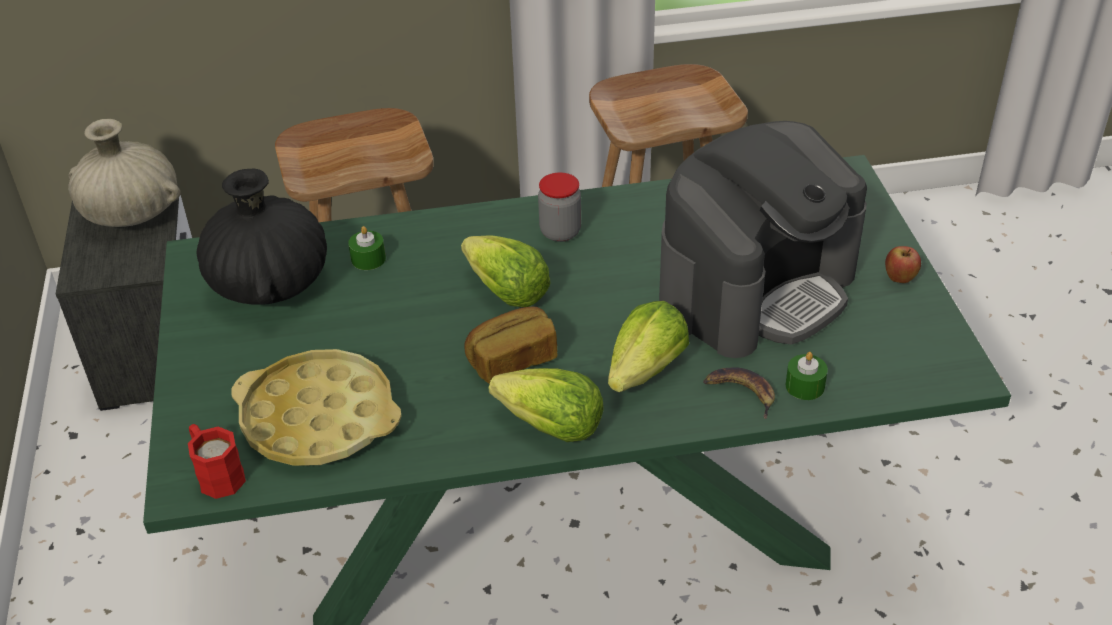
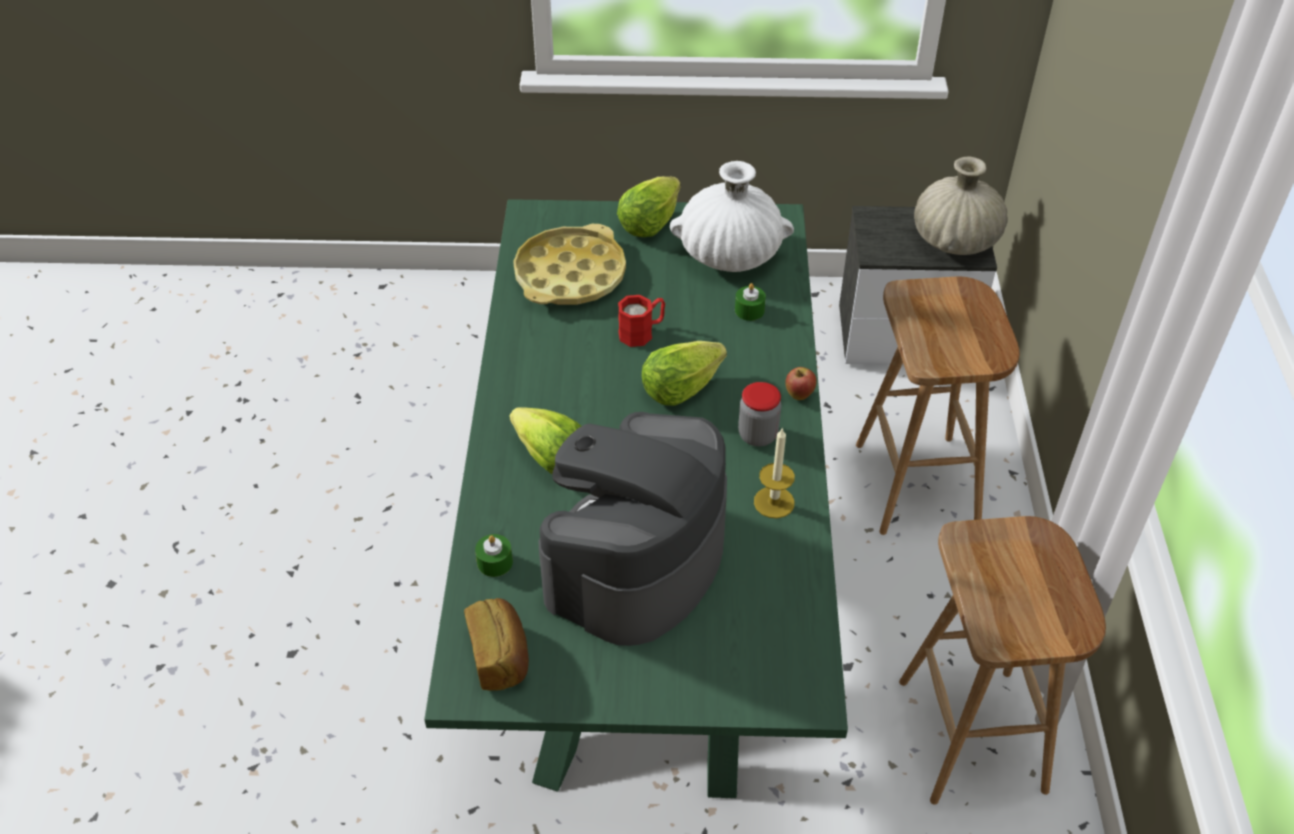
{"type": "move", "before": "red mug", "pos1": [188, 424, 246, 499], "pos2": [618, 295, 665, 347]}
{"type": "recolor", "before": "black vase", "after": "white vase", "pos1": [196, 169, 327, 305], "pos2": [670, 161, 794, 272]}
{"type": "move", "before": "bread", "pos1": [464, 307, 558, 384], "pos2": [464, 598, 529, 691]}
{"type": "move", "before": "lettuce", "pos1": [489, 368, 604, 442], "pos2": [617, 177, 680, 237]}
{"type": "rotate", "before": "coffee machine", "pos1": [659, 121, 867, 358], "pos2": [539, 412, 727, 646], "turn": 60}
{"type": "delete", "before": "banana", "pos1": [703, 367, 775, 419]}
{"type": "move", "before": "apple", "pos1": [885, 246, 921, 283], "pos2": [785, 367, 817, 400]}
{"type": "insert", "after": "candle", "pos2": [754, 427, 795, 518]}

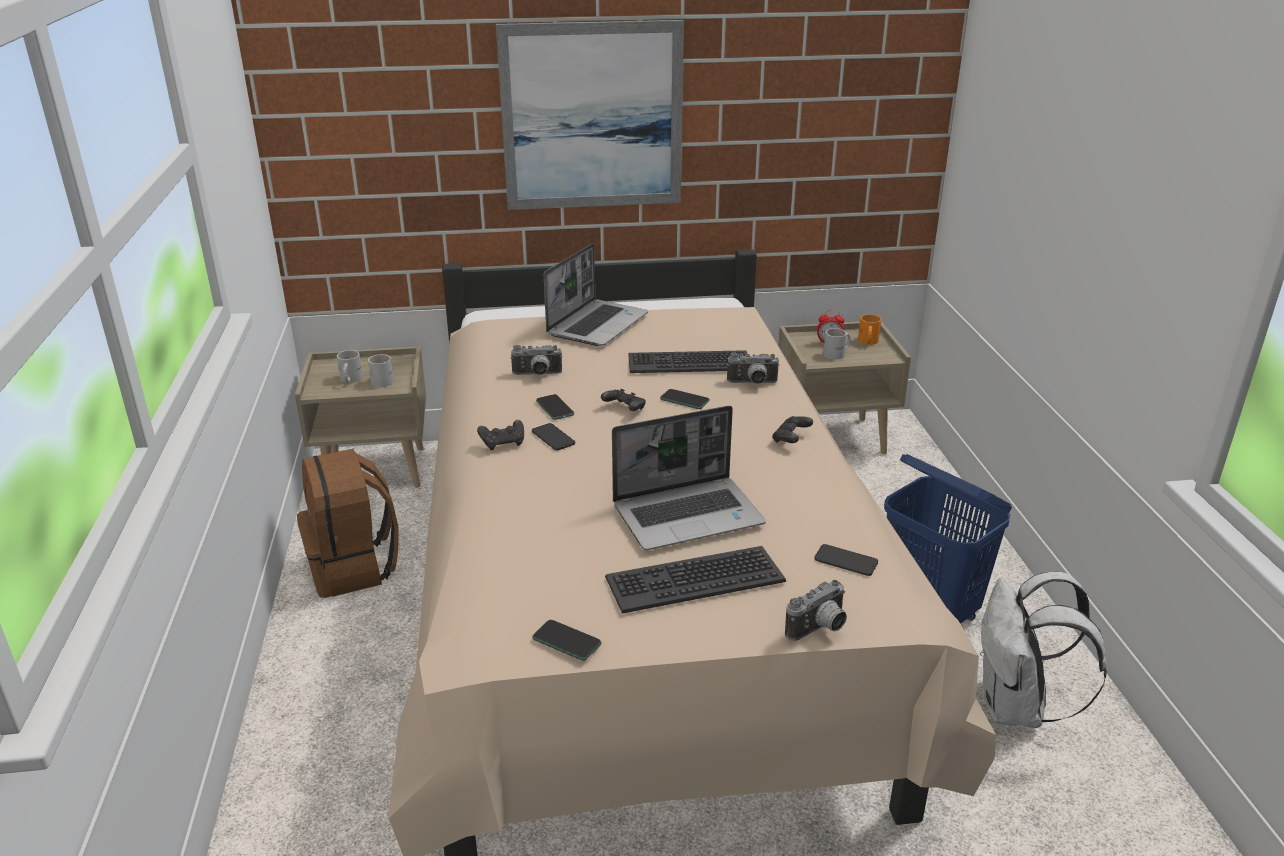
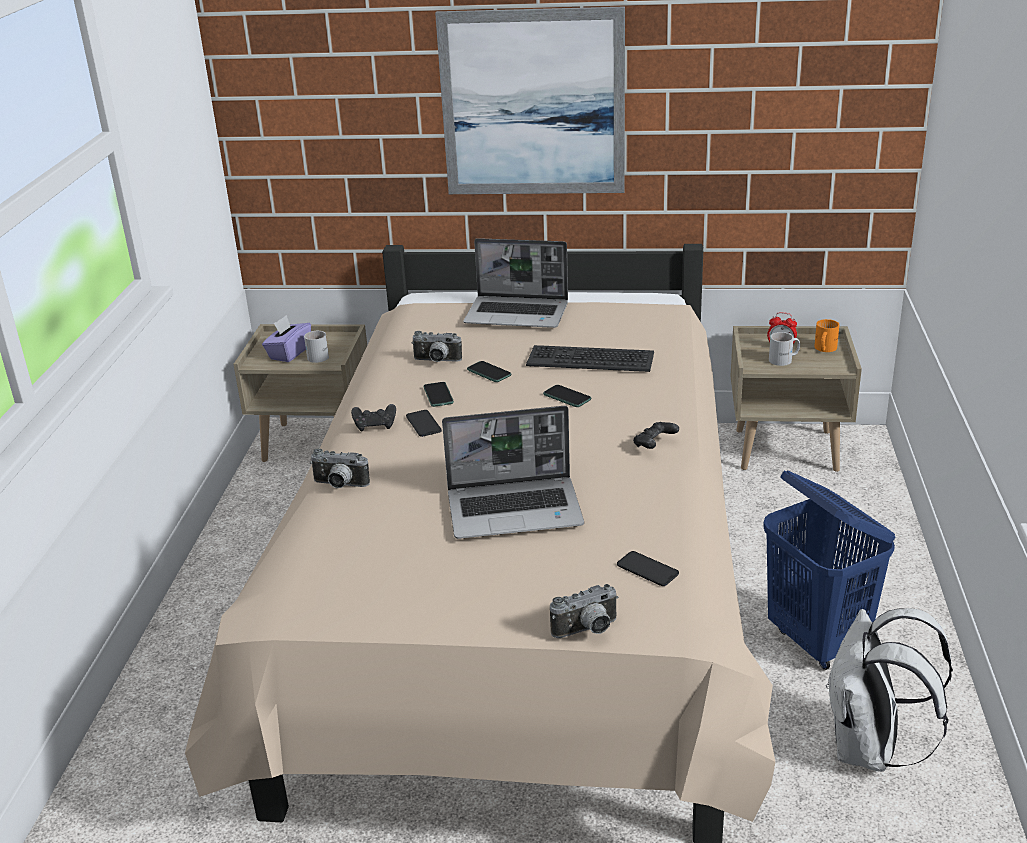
{"type": "delete", "before": "brown backpack", "pos1": [297, 449, 399, 598]}
{"type": "replace", "before": "white mug", "after": "purple tissue box", "pos1": [337, 350, 363, 383], "pos2": [262, 315, 311, 362]}
{"type": "move", "before": "phone", "pos1": [532, 620, 602, 661], "pos2": [467, 361, 512, 382]}
{"type": "rotate", "before": "laptop", "pos1": [544, 243, 648, 346], "pos2": [463, 238, 568, 328], "turn": 60}
{"type": "delete", "before": "black game controller", "pos1": [601, 389, 646, 411]}
{"type": "delete", "before": "keyboard", "pos1": [605, 546, 786, 614]}
{"type": "move", "before": "photo camera", "pos1": [727, 353, 780, 384], "pos2": [310, 448, 370, 488]}

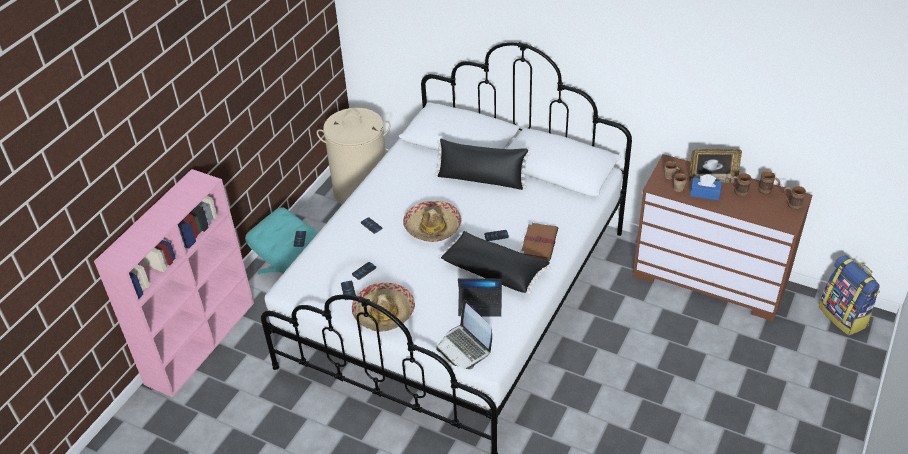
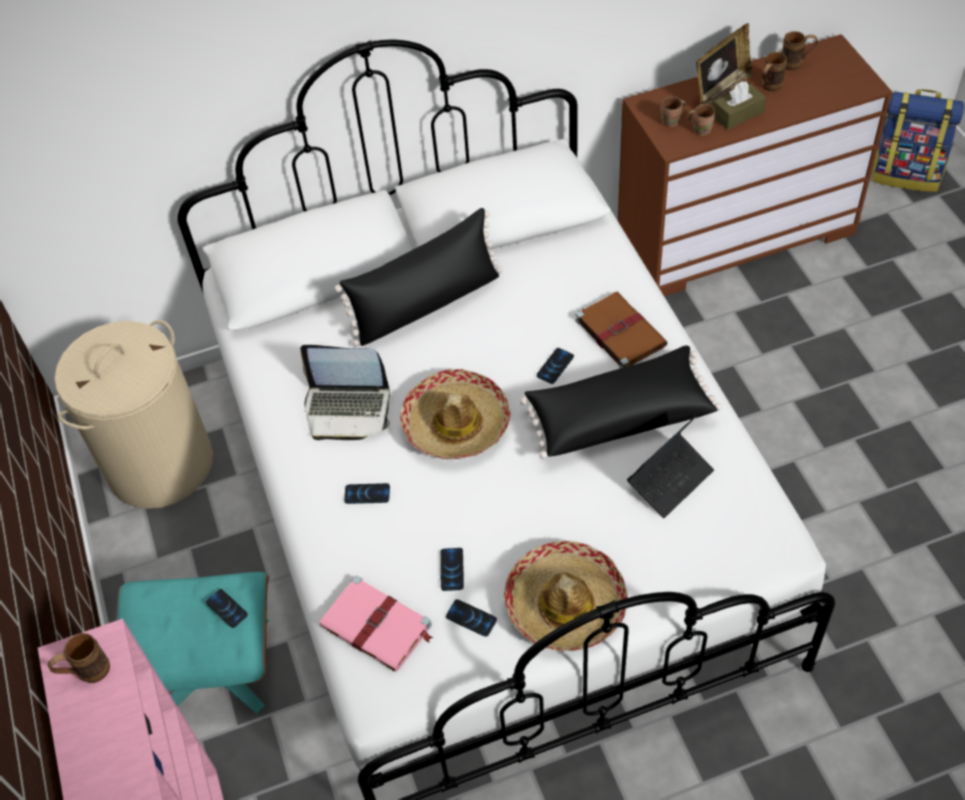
{"type": "move", "before": "laptop", "pos1": [436, 300, 492, 369], "pos2": [300, 345, 391, 440]}
{"type": "recolor", "before": "blue tissue box", "after": "brown tissue box", "pos1": [690, 174, 722, 201], "pos2": [713, 81, 766, 130]}
{"type": "move", "before": "brown mug", "pos1": [783, 186, 806, 210], "pos2": [48, 633, 110, 683]}
{"type": "insert", "after": "pink book", "pos2": [319, 576, 433, 672]}

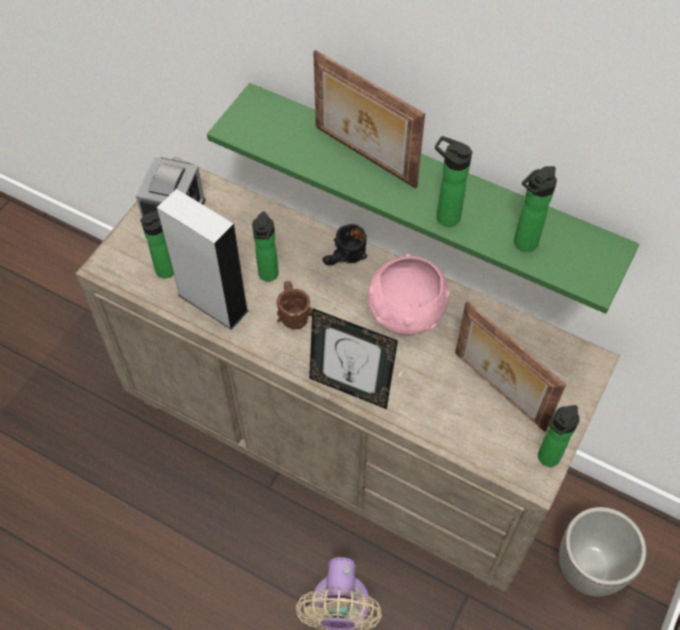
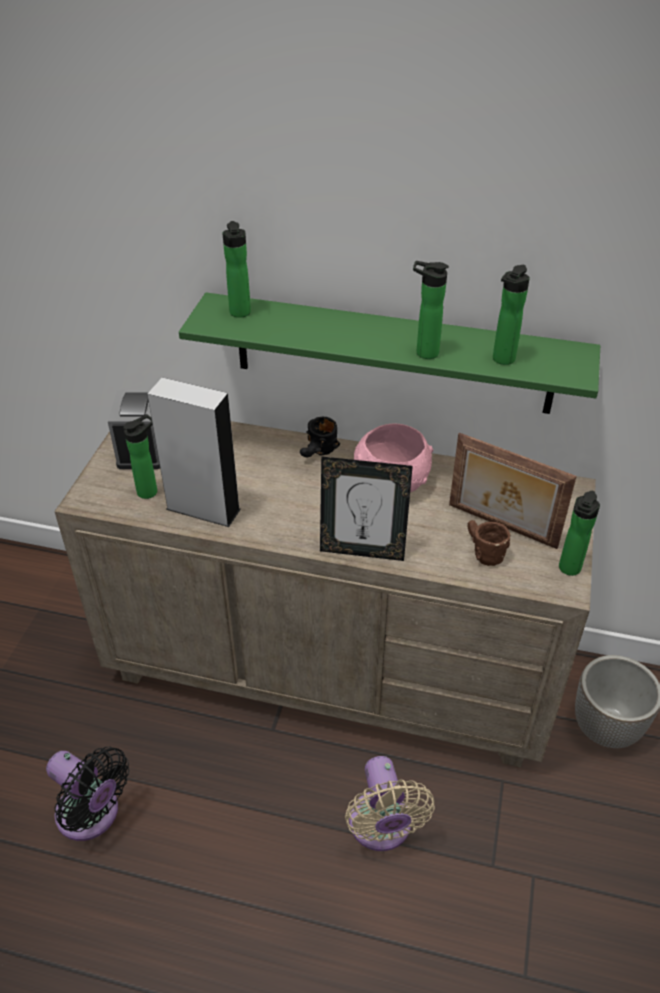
{"type": "move", "before": "bottle", "pos1": [252, 211, 279, 282], "pos2": [222, 221, 251, 318]}
{"type": "move", "before": "brown mug", "pos1": [277, 281, 312, 330], "pos2": [468, 520, 511, 566]}
{"type": "delete", "before": "picture frame", "pos1": [313, 50, 425, 188]}
{"type": "insert", "after": "black fan", "pos2": [46, 746, 129, 841]}

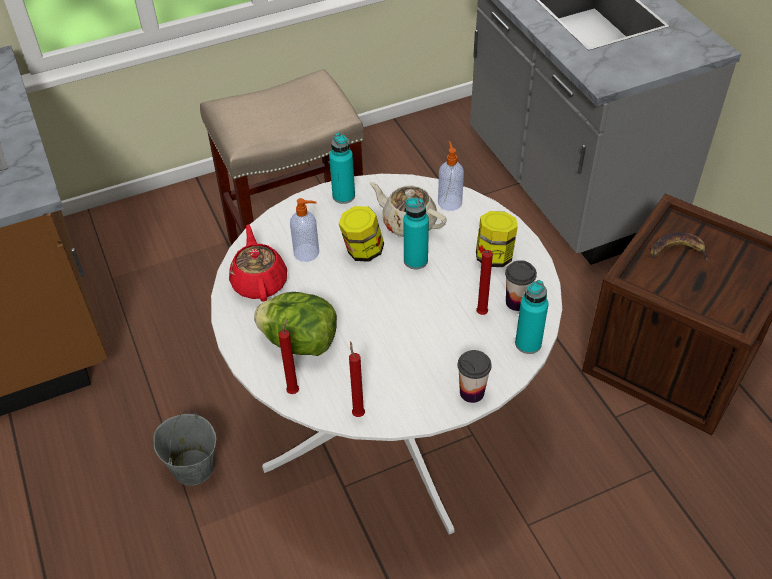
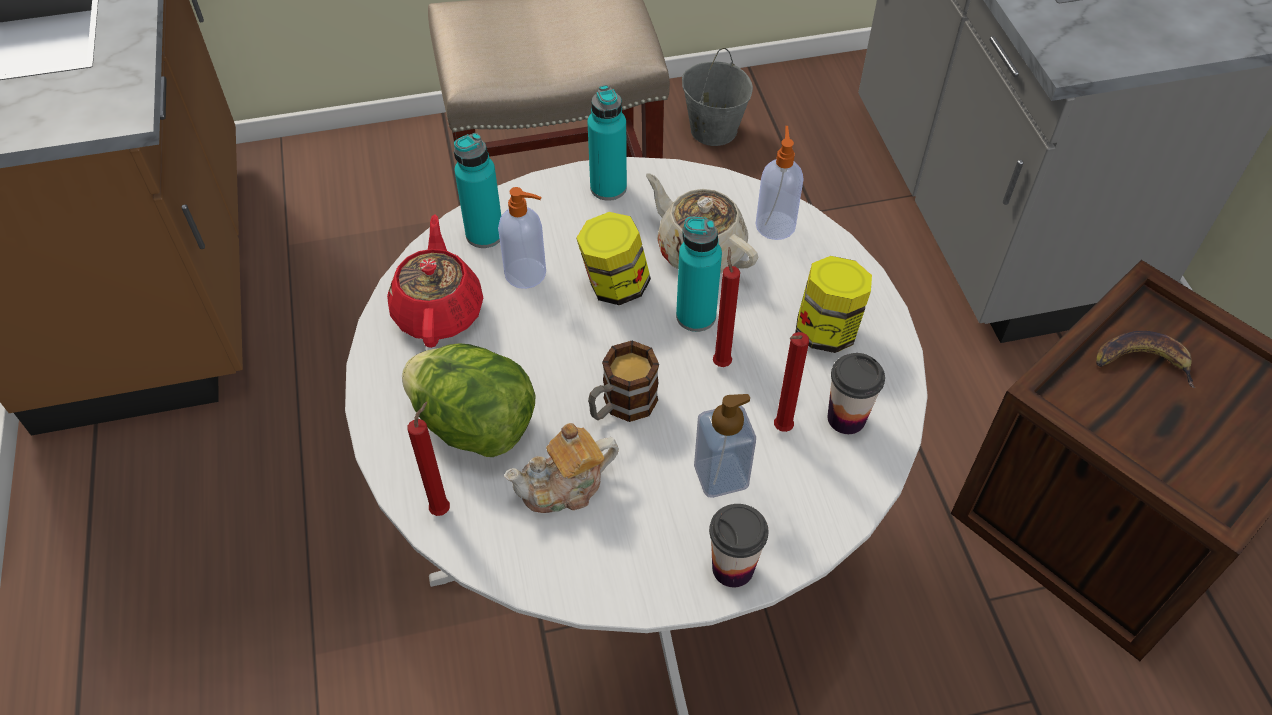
{"type": "move", "before": "grey bucket", "pos1": [153, 410, 216, 486], "pos2": [682, 48, 753, 146]}
{"type": "move", "before": "red candle", "pos1": [349, 341, 365, 417], "pos2": [713, 247, 740, 367]}
{"type": "move", "before": "turquoise bottle", "pos1": [515, 280, 548, 354], "pos2": [454, 133, 501, 248]}
{"type": "insert", "after": "teapot", "pos2": [504, 423, 619, 513]}
{"type": "insert", "after": "mug", "pos2": [588, 340, 659, 422]}
{"type": "insert", "after": "soap dispenser", "pos2": [694, 394, 756, 498]}

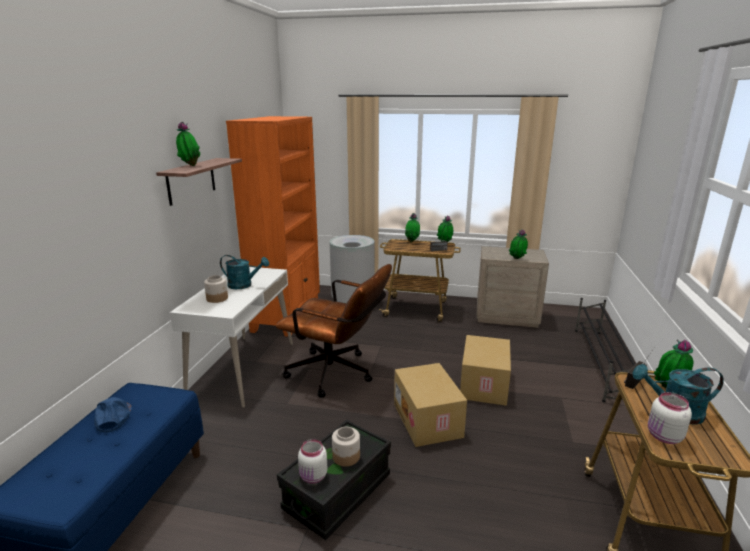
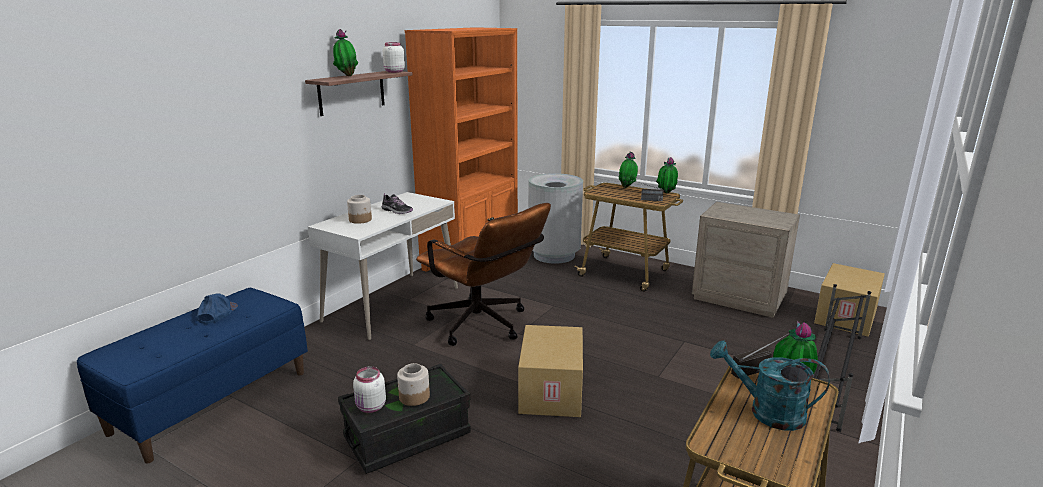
{"type": "replace", "before": "turquoise watering can", "after": "shoe", "pos1": [220, 255, 269, 289], "pos2": [382, 193, 413, 214]}
{"type": "move", "before": "cardboard box", "pos1": [460, 335, 511, 406], "pos2": [814, 263, 885, 337]}
{"type": "delete", "before": "potted plant", "pos1": [508, 229, 528, 259]}
{"type": "move", "before": "white jar", "pos1": [648, 392, 692, 444], "pos2": [383, 42, 405, 73]}

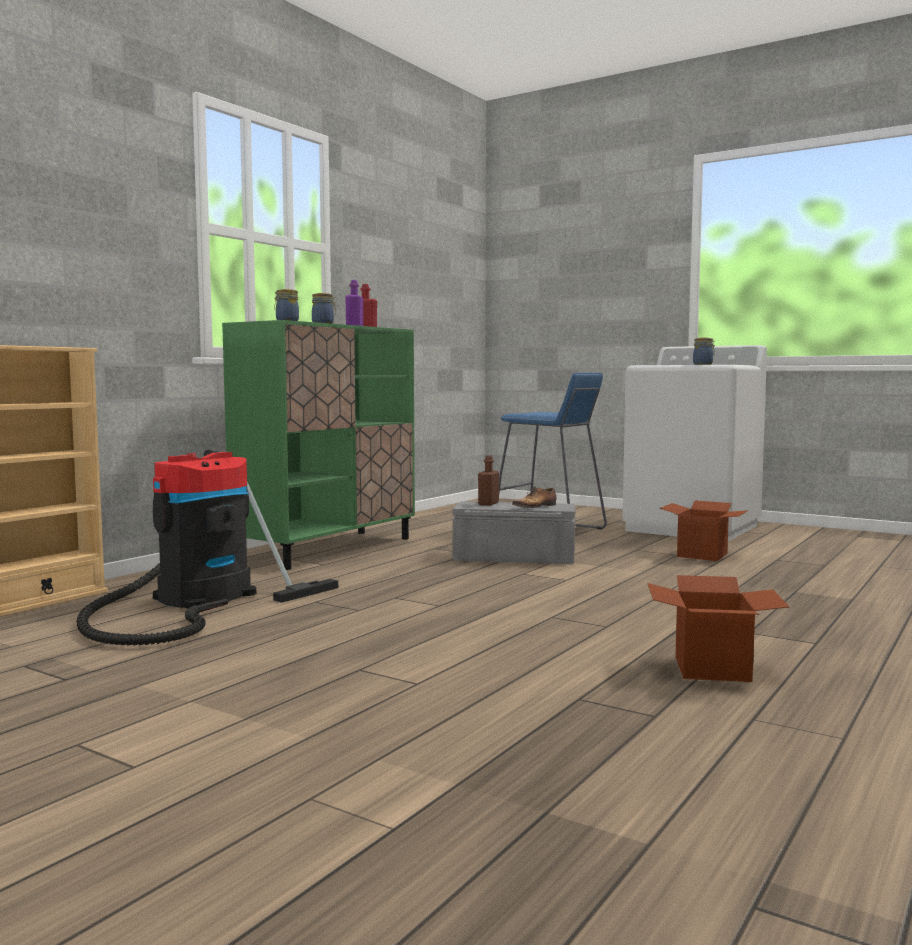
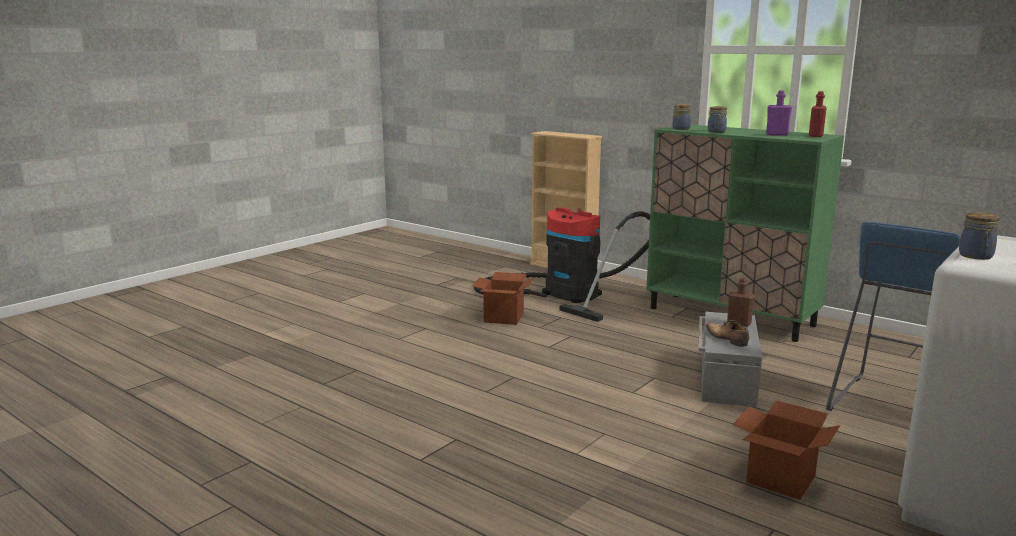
{"type": "move", "before": "cardboard box", "pos1": [647, 575, 789, 682], "pos2": [472, 272, 534, 325]}

